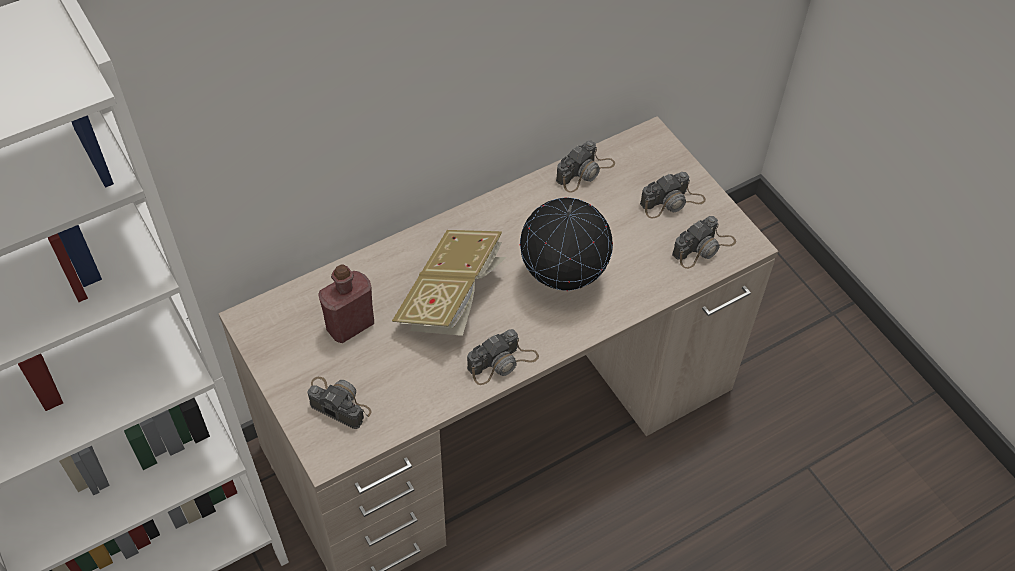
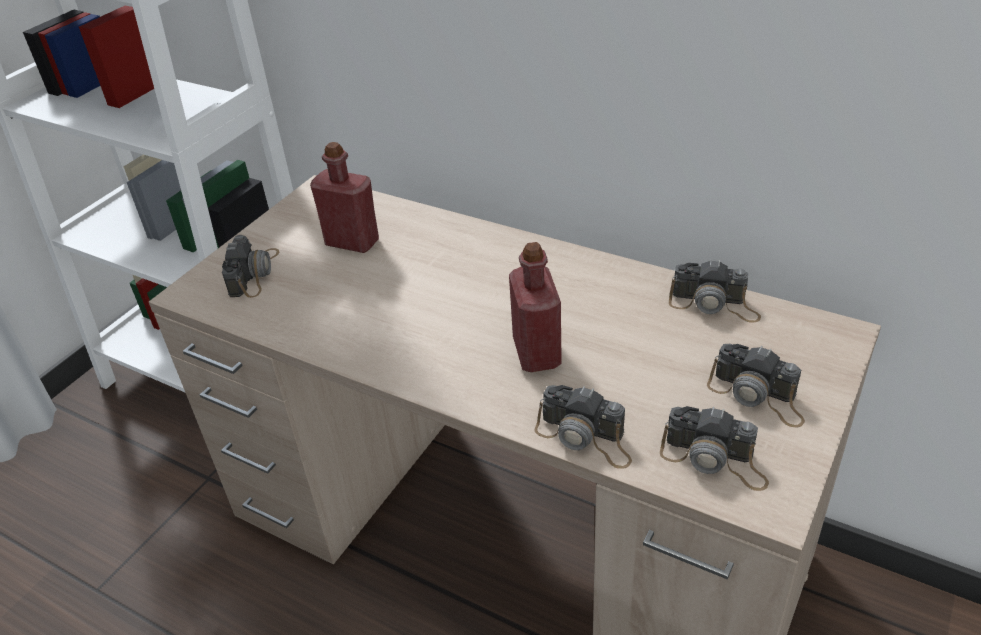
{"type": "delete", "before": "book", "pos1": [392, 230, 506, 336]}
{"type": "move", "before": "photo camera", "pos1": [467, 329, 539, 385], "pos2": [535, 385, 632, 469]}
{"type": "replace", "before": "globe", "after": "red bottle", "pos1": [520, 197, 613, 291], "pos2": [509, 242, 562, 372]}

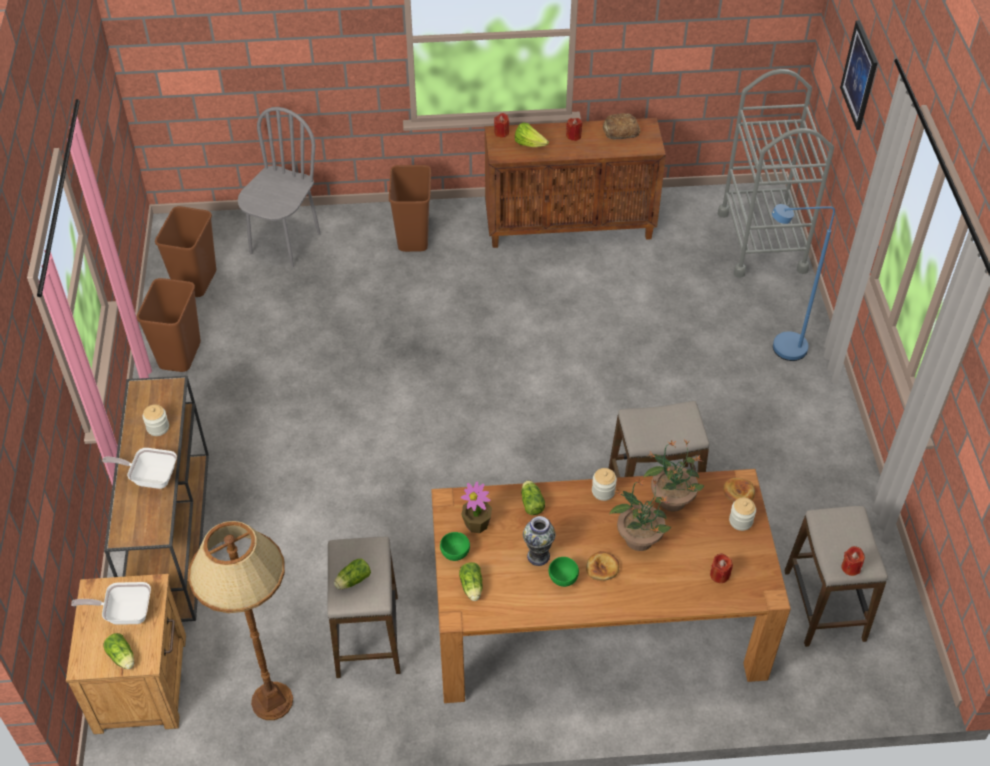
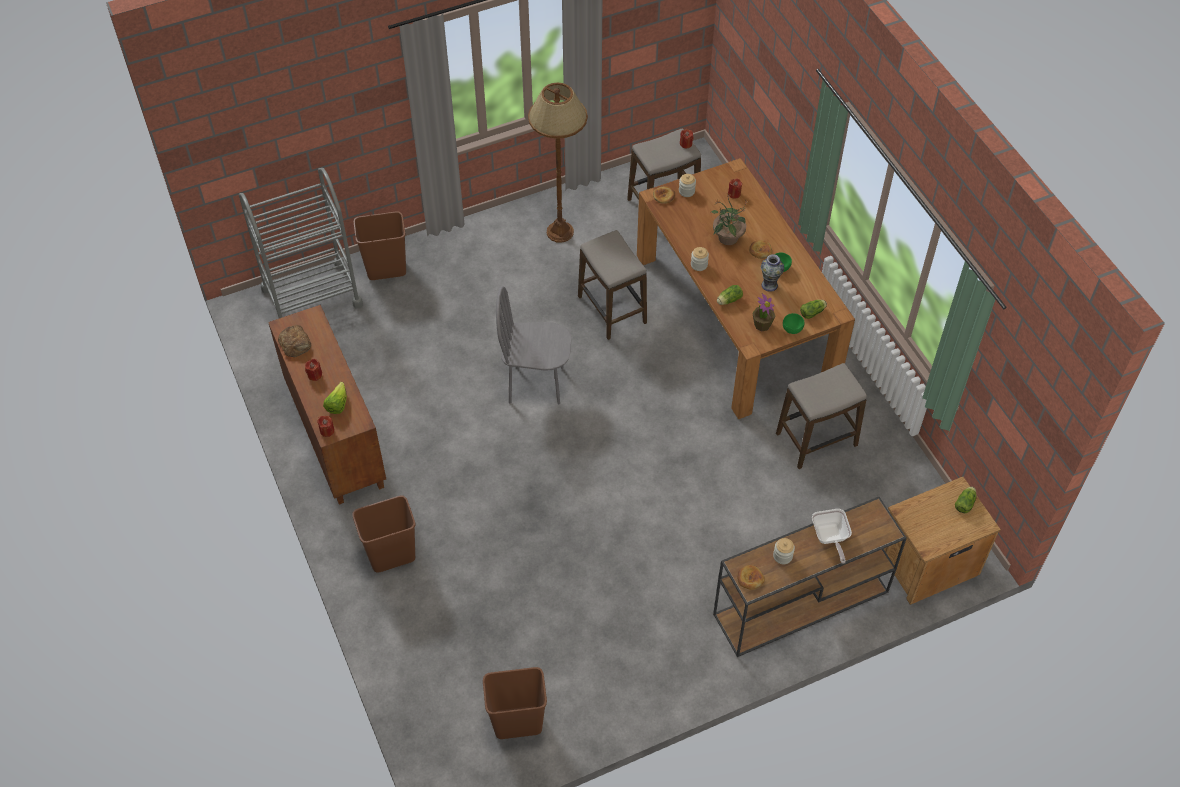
{"type": "delete", "before": "frying pan", "pos1": [71, 582, 151, 625]}
{"type": "move", "before": "brown trash can", "pos1": [137, 278, 201, 372], "pos2": [354, 212, 406, 280]}
{"type": "move", "before": "brown floor lamp", "pos1": [188, 521, 293, 720], "pos2": [528, 82, 588, 243]}
{"type": "move", "before": "grey chair", "pos1": [238, 107, 321, 268], "pos2": [496, 286, 571, 404]}
{"type": "delete", "before": "lettuce", "pos1": [334, 559, 371, 589]}
{"type": "delete", "before": "potted plant", "pos1": [644, 440, 704, 512]}
{"type": "delete", "before": "blue floor lamp", "pos1": [772, 204, 835, 361]}
{"type": "delete", "before": "picture", "pos1": [840, 20, 878, 130]}
{"type": "insert", "after": "bread", "pos2": [737, 565, 765, 590]}

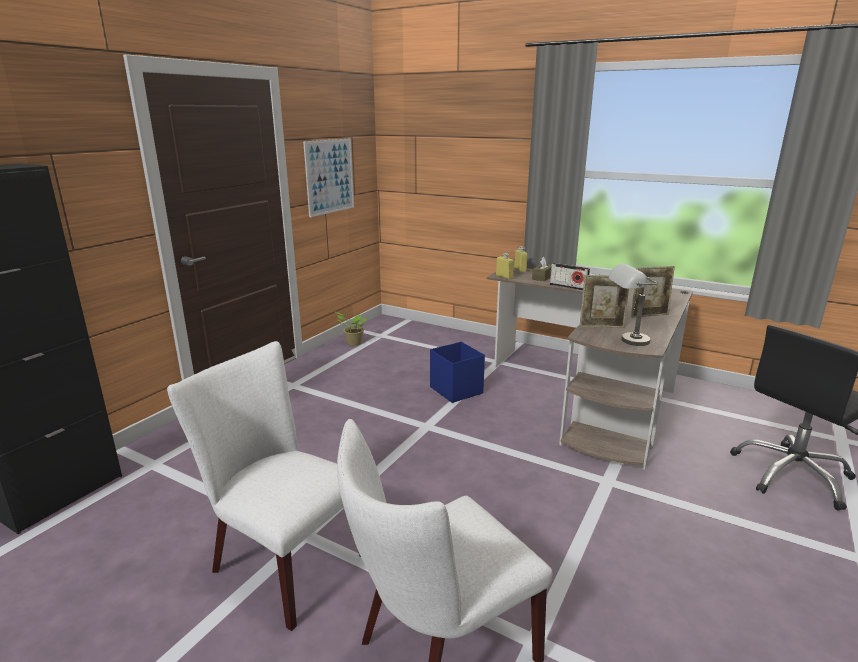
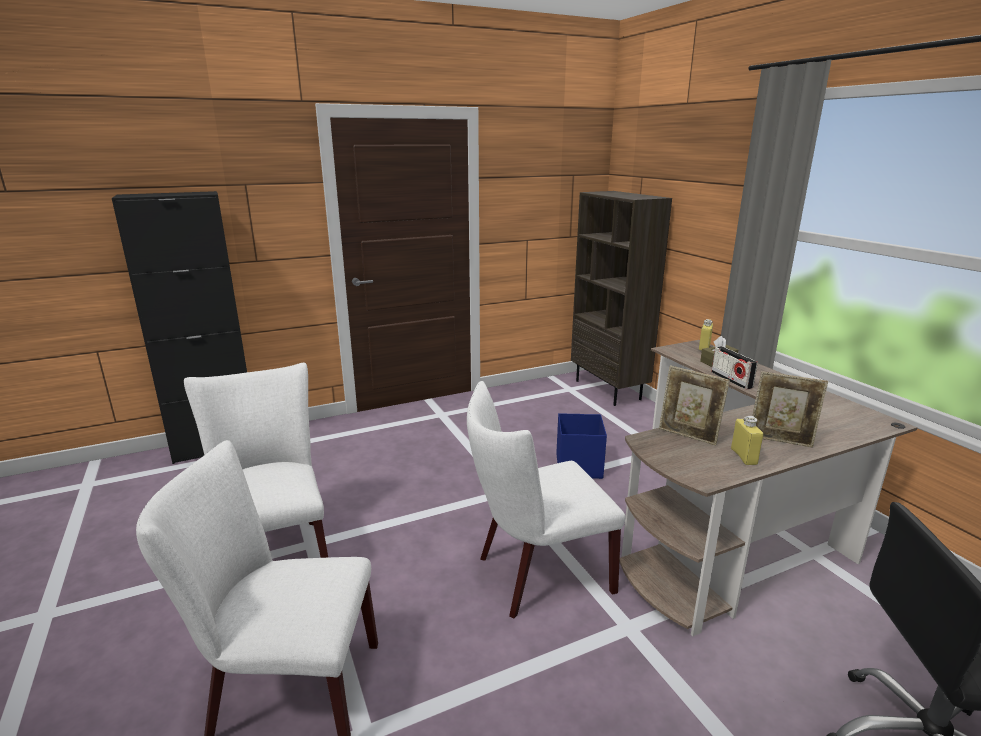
{"type": "delete", "before": "picture", "pos1": [303, 139, 354, 217]}
{"type": "delete", "before": "potted plant", "pos1": [336, 312, 367, 346]}
{"type": "move", "before": "yellow bottle", "pos1": [496, 253, 514, 279], "pos2": [731, 416, 763, 465]}
{"type": "delete", "before": "grey table lamp", "pos1": [608, 264, 657, 346]}
{"type": "insert", "after": "white chair", "pos2": [467, 381, 625, 618]}
{"type": "insert", "after": "brown bookcase", "pos2": [571, 191, 672, 406]}

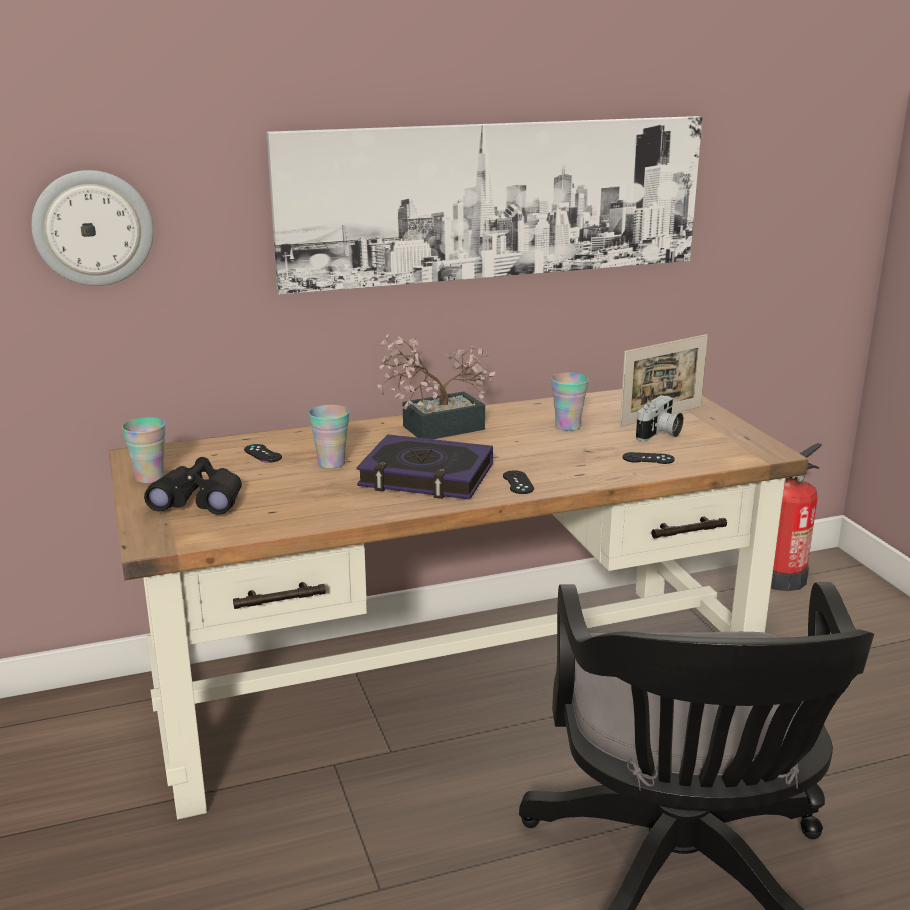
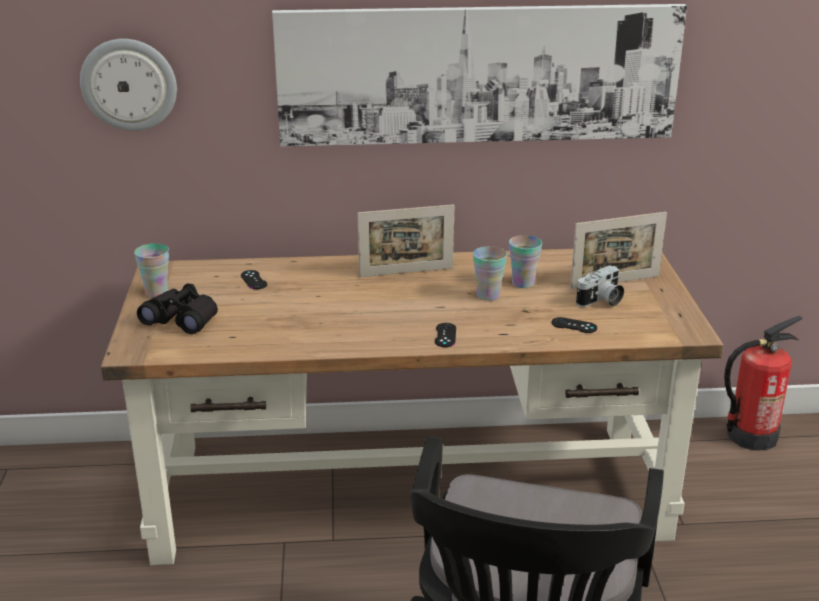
{"type": "move", "before": "cup", "pos1": [309, 405, 349, 469], "pos2": [473, 246, 507, 301]}
{"type": "delete", "before": "book", "pos1": [356, 434, 493, 499]}
{"type": "replace", "before": "potted plant", "after": "picture frame", "pos1": [378, 334, 495, 439], "pos2": [358, 204, 454, 277]}

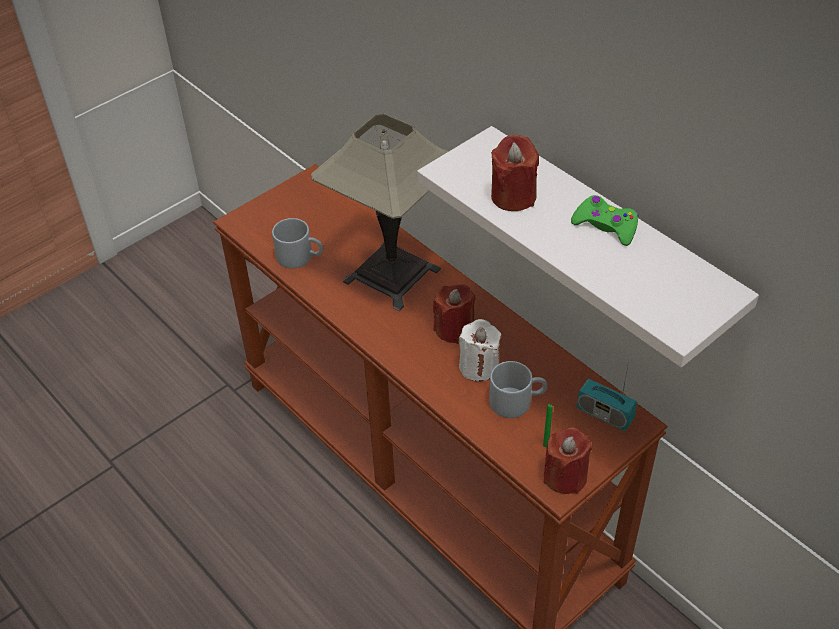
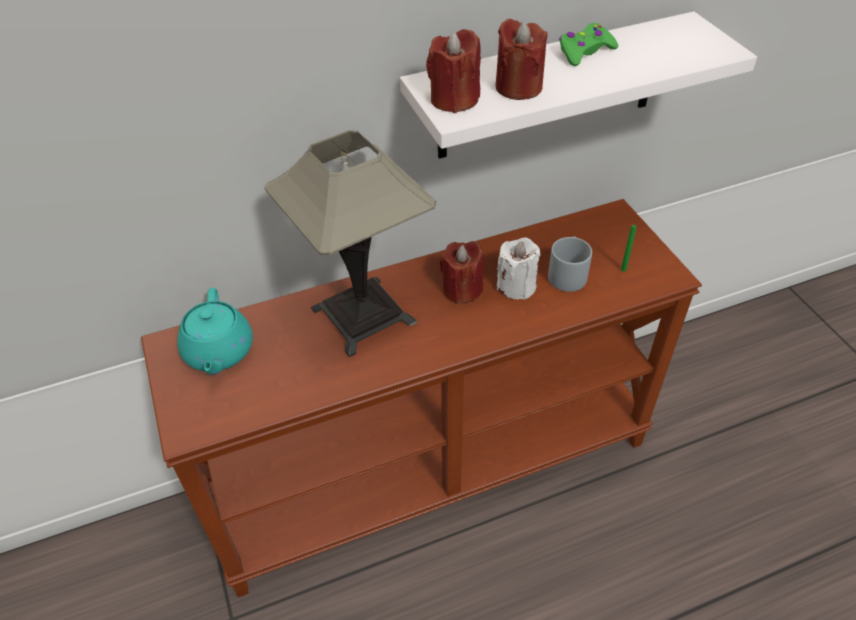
{"type": "delete", "before": "grey mug", "pos1": [272, 218, 323, 269]}
{"type": "move", "before": "red candle", "pos1": [544, 427, 592, 494], "pos2": [426, 29, 481, 113]}
{"type": "delete", "before": "radio", "pos1": [577, 361, 637, 431]}
{"type": "insert", "after": "turquoise teapot", "pos2": [177, 288, 253, 375]}

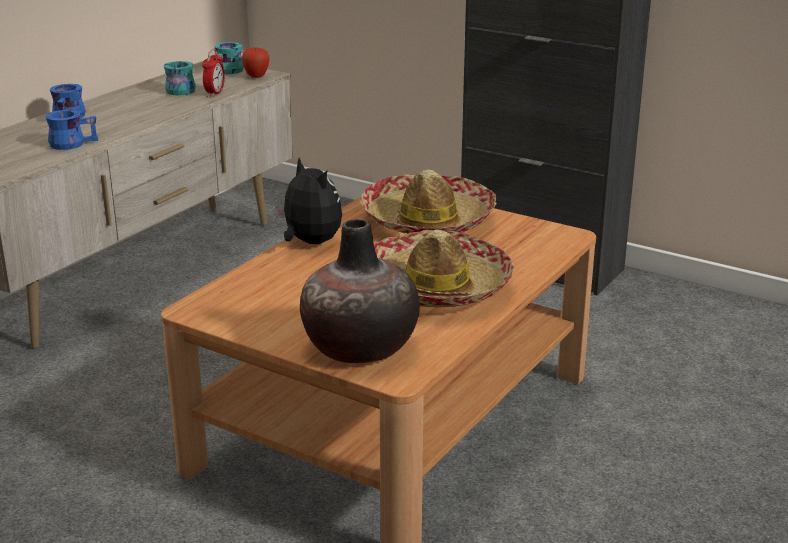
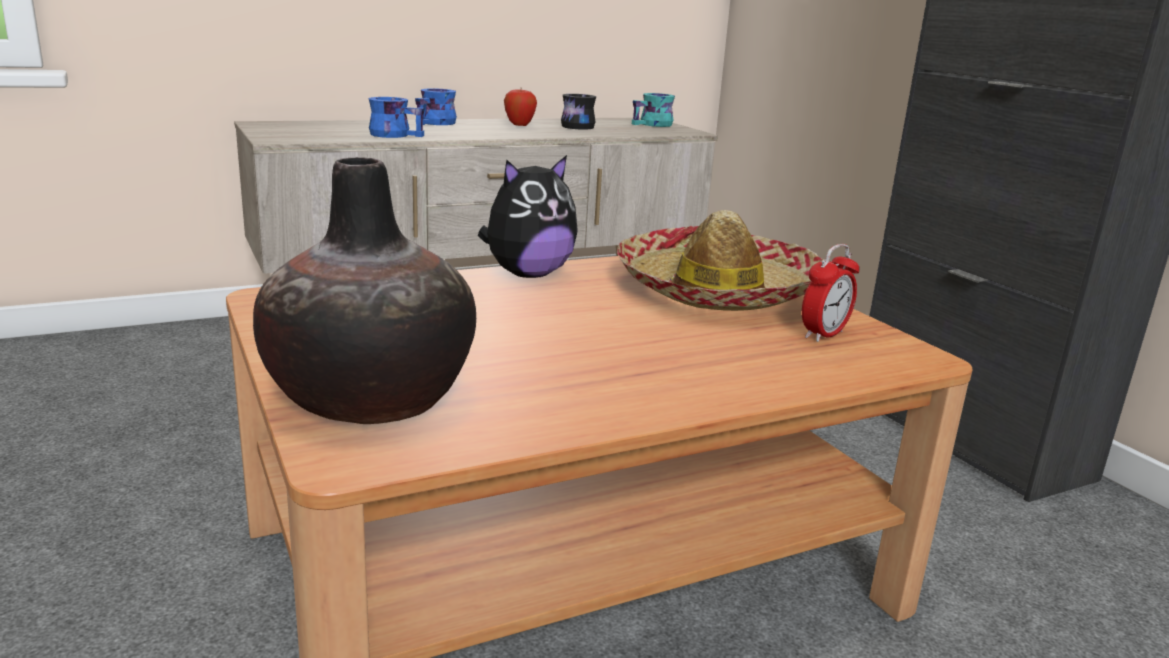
{"type": "recolor", "before": "turquoise mug", "after": "black mug", "pos1": [164, 61, 196, 95], "pos2": [561, 94, 596, 130]}
{"type": "move", "before": "alarm clock", "pos1": [202, 49, 225, 97], "pos2": [802, 244, 860, 342]}
{"type": "move", "before": "apple", "pos1": [242, 48, 270, 78], "pos2": [504, 89, 537, 126]}
{"type": "rotate", "before": "plush toy", "pos1": [275, 158, 342, 244], "pos2": [478, 155, 578, 278], "turn": 60}
{"type": "delete", "before": "hat", "pos1": [374, 230, 514, 307]}

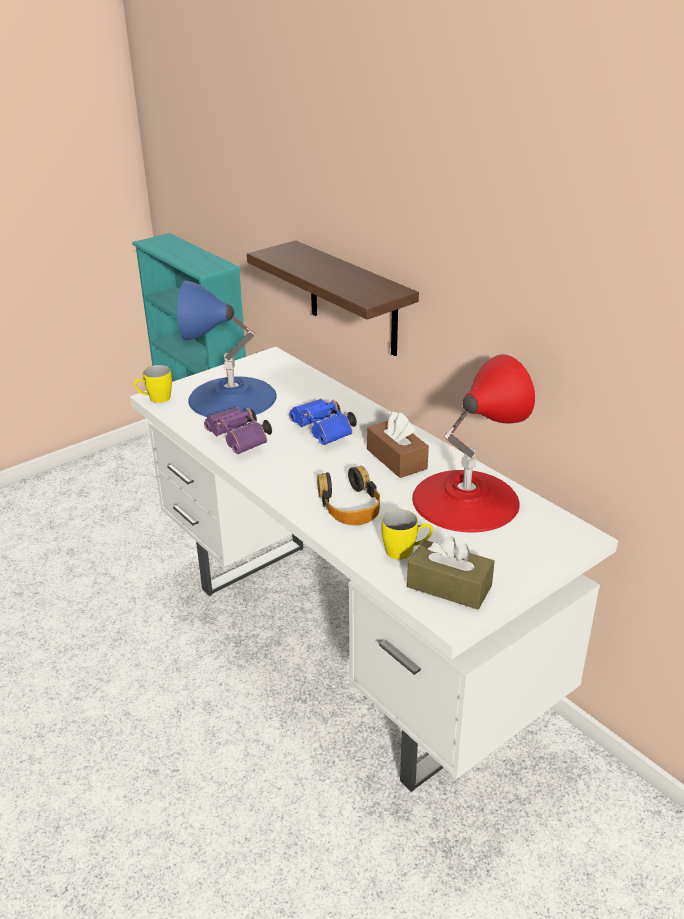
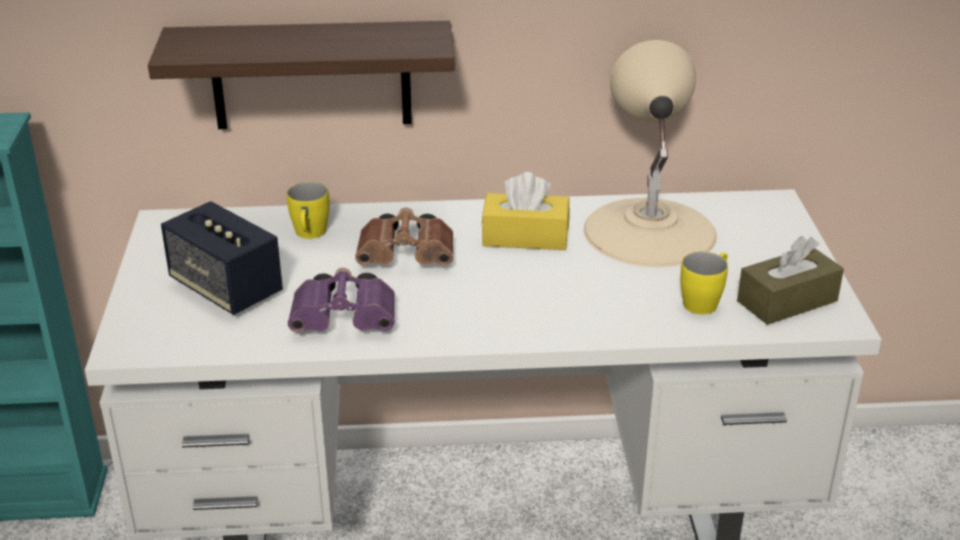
{"type": "move", "before": "yellow mug", "pos1": [134, 365, 172, 403], "pos2": [287, 182, 330, 239]}
{"type": "replace", "before": "blue table lamp", "after": "speaker", "pos1": [177, 281, 277, 417], "pos2": [161, 201, 283, 315]}
{"type": "recolor", "before": "blue binoculars", "after": "brown binoculars", "pos1": [289, 399, 357, 445], "pos2": [355, 208, 454, 266]}
{"type": "delete", "before": "headphones", "pos1": [317, 466, 380, 526]}
{"type": "recolor", "before": "brown tissue box", "after": "yellow tissue box", "pos1": [367, 412, 429, 478], "pos2": [482, 172, 570, 250]}
{"type": "recolor", "before": "red table lamp", "after": "beige table lamp", "pos1": [412, 354, 535, 533], "pos2": [584, 40, 717, 267]}

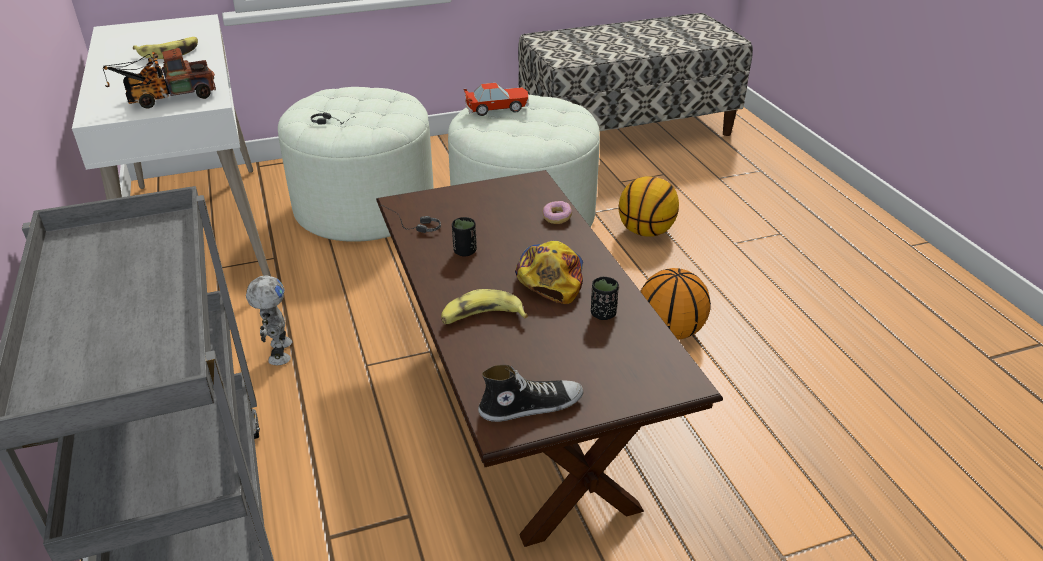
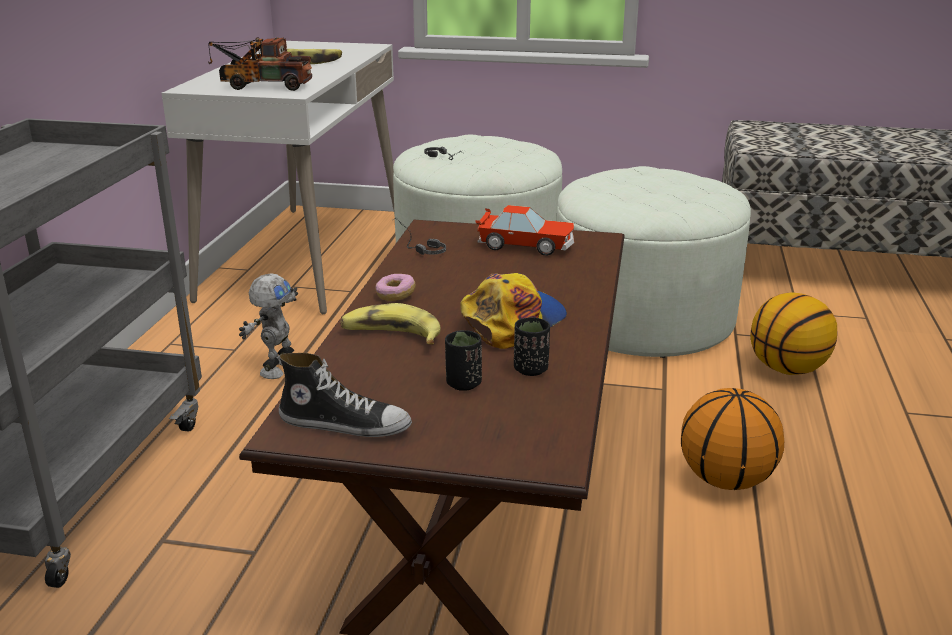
{"type": "move", "before": "black cup", "pos1": [452, 217, 477, 257], "pos2": [445, 330, 482, 391]}
{"type": "move", "before": "toy car", "pos1": [464, 83, 529, 116], "pos2": [475, 205, 574, 256]}
{"type": "move", "before": "donut", "pos1": [543, 201, 572, 224], "pos2": [375, 274, 416, 301]}

